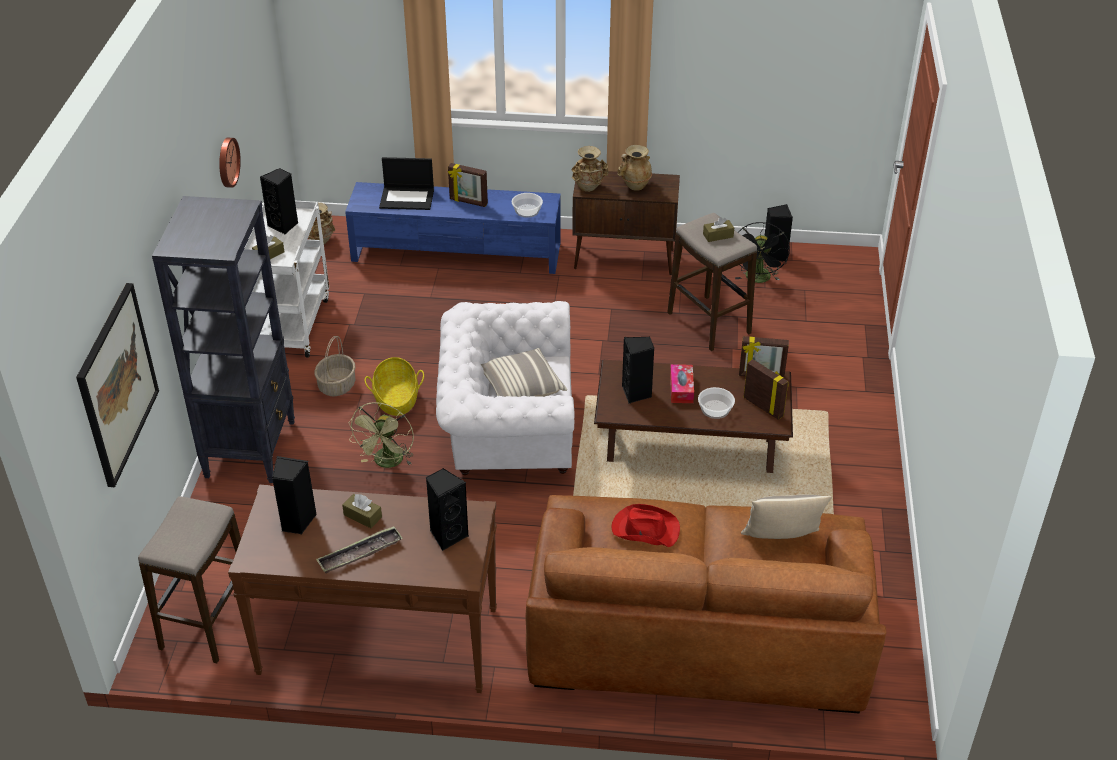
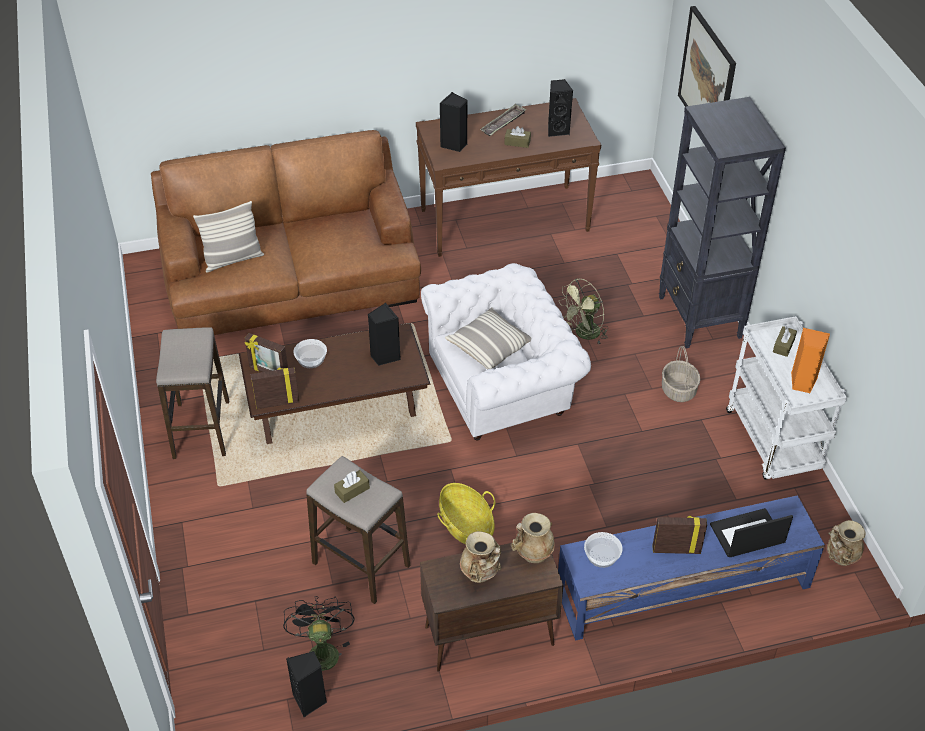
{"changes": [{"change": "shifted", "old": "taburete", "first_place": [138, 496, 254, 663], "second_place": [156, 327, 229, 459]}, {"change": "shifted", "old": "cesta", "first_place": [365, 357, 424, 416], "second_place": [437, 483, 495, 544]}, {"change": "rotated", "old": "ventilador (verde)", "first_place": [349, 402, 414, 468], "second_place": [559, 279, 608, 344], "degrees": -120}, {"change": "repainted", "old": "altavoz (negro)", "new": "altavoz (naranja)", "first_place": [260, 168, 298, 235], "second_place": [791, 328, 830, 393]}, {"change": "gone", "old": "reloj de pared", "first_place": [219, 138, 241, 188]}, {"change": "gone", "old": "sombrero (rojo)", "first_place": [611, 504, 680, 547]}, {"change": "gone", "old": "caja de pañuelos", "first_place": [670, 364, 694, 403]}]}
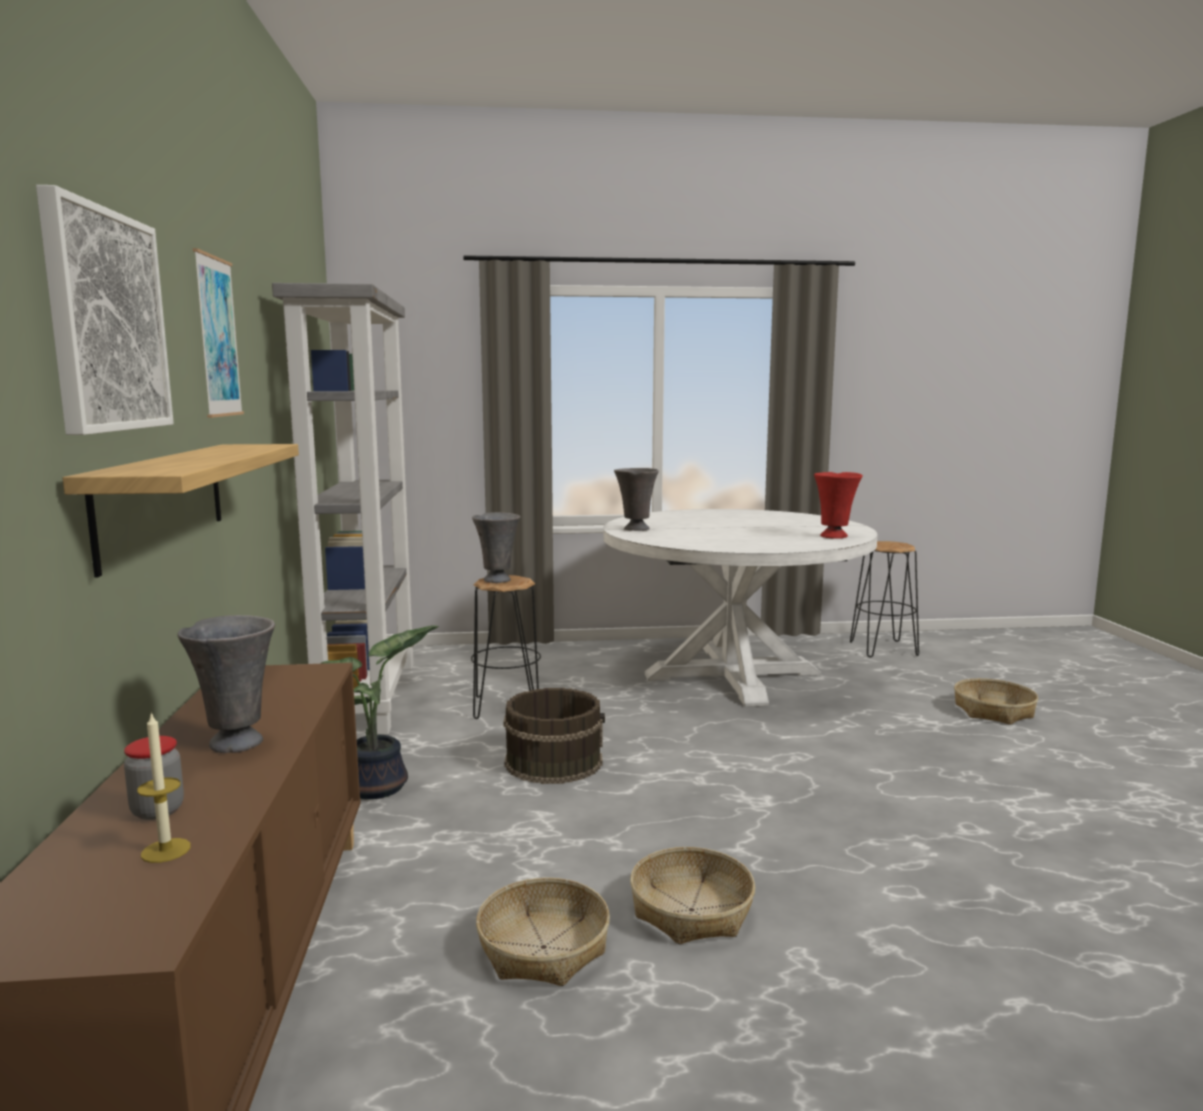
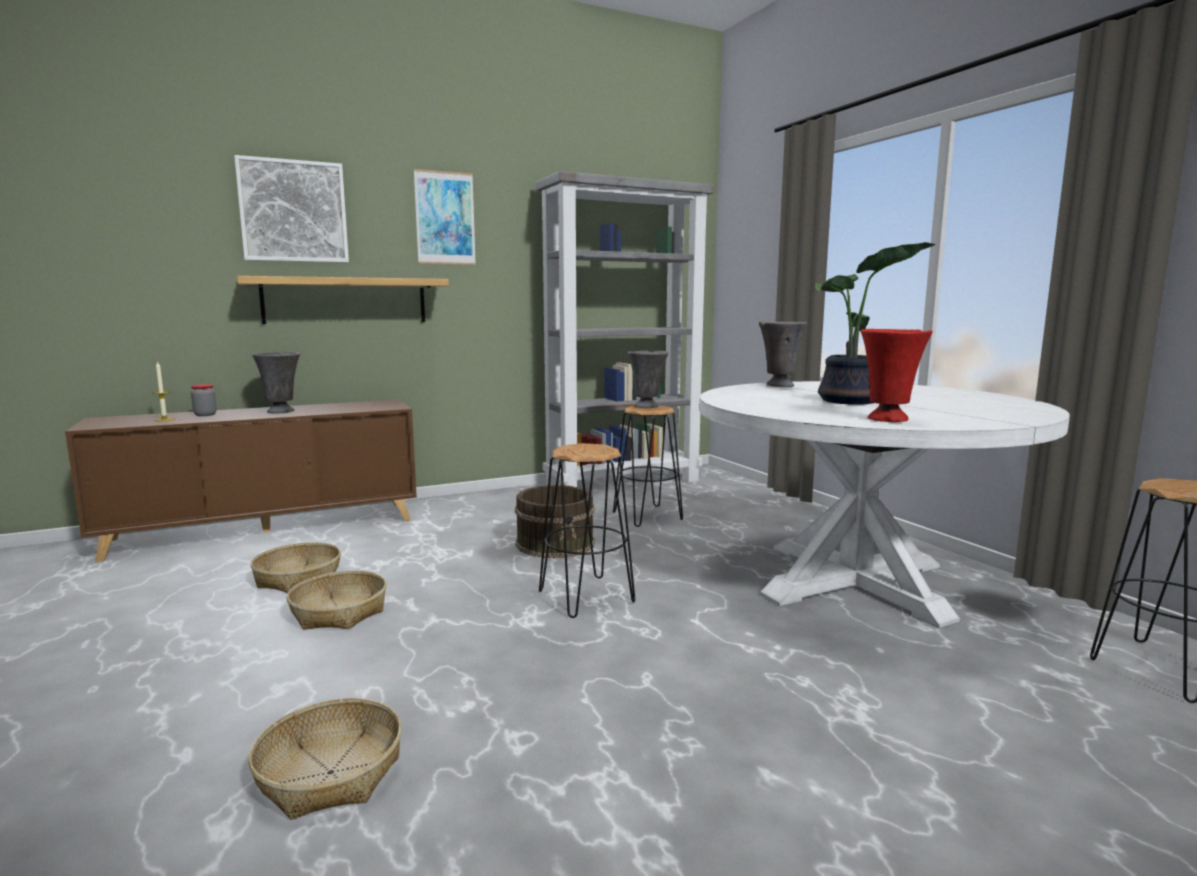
{"changes": [{"change": "shifted", "old": "cesta", "first_place": [954, 678, 1038, 725], "second_place": [248, 698, 402, 820]}, {"change": "new", "new": "taburete (negro)", "second_place": [539, 443, 635, 618]}, {"change": "shifted", "old": "planta en maceta", "first_place": [320, 625, 439, 799], "second_place": [815, 242, 936, 405]}]}
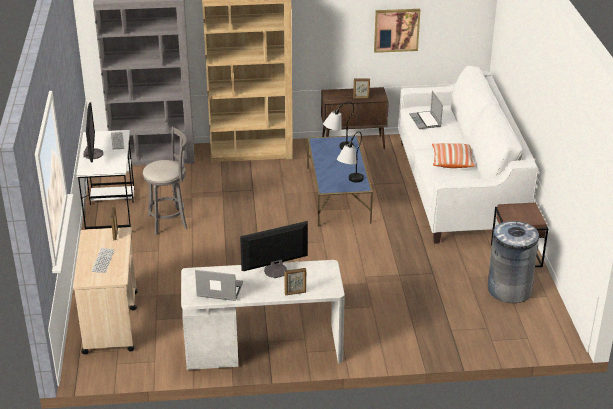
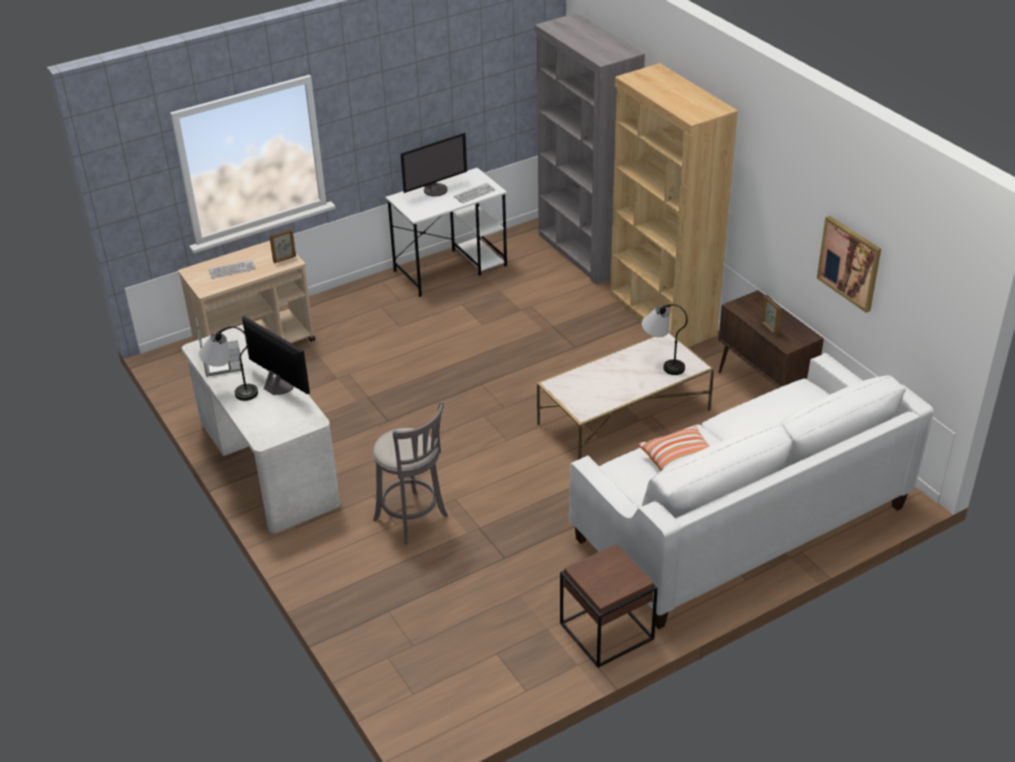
{"changes": [{"change": "shifted", "old": "lámpara de mesa", "first_place": [337, 131, 364, 183], "second_place": [199, 326, 258, 401]}, {"change": "shifted", "old": "taburete (gris)", "first_place": [143, 127, 188, 235], "second_place": [373, 401, 448, 544]}, {"change": "repainted", "old": "mesa de centro (azul)", "new": "mesa de centro (blanco)", "first_place": [307, 135, 373, 226], "second_place": [537, 331, 714, 459]}, {"change": "gone", "old": "portarretratos", "first_place": [285, 268, 306, 295]}, {"change": "gone", "old": "portátil", "first_place": [409, 91, 443, 129]}, {"change": "gone", "old": "papelera (gris)", "first_place": [488, 221, 539, 303]}]}
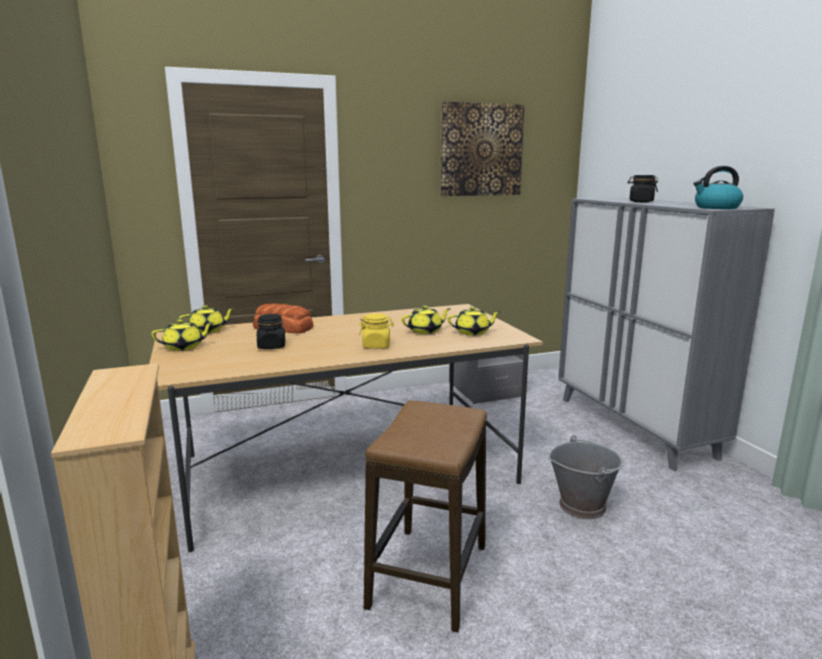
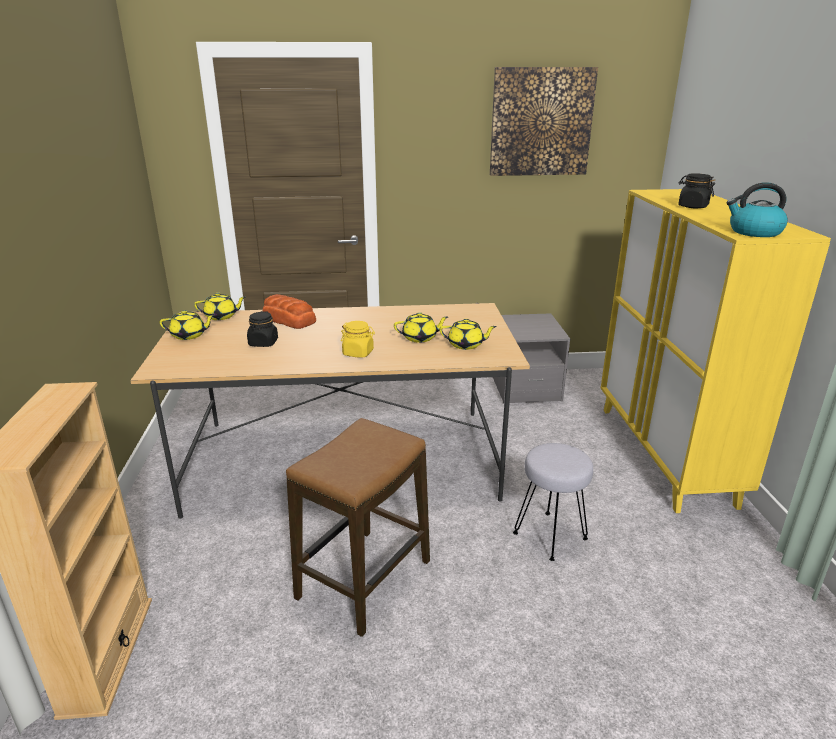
{"changes": [{"change": "swapped", "old": "cubo (gris)", "new": "taburete (gris)", "first_place": [548, 435, 624, 519], "second_place": [513, 443, 593, 561]}, {"change": "repainted", "old": "armario (gris)", "new": "armario (amarillo)", "first_place": [558, 197, 775, 471], "second_place": [601, 189, 831, 513]}]}
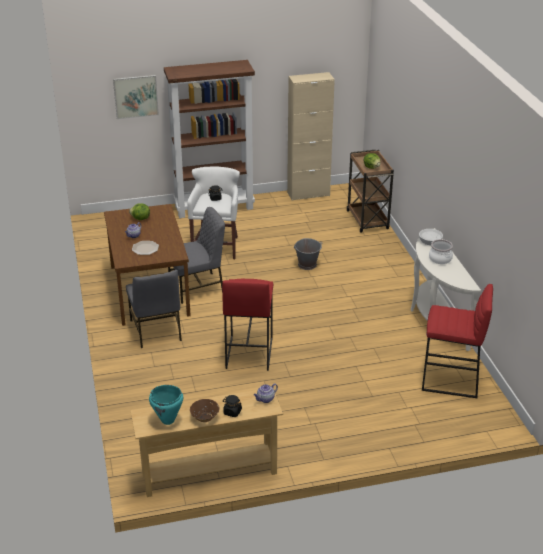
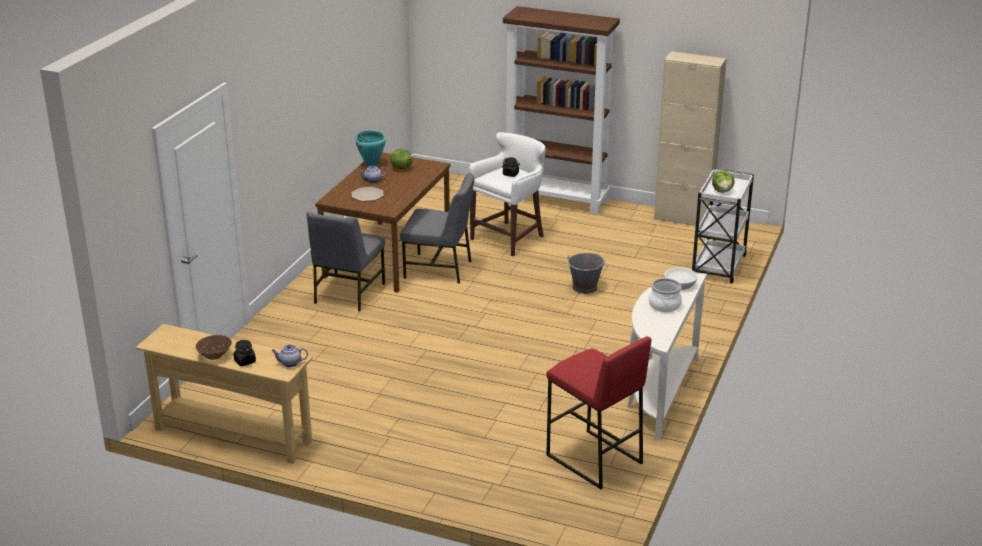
{"changes": [{"change": "shifted", "old": "olla (turquesa)", "first_place": [149, 385, 183, 425], "second_place": [356, 131, 386, 167]}, {"change": "repainted", "old": "carrito (marrón)", "new": "carrito (blanco)", "first_place": [347, 150, 394, 233], "second_place": [692, 168, 754, 283]}, {"change": "gone", "old": "cuadro", "first_place": [113, 75, 159, 119]}, {"change": "gone", "old": "taburete (rojo)", "first_place": [222, 279, 273, 371]}]}
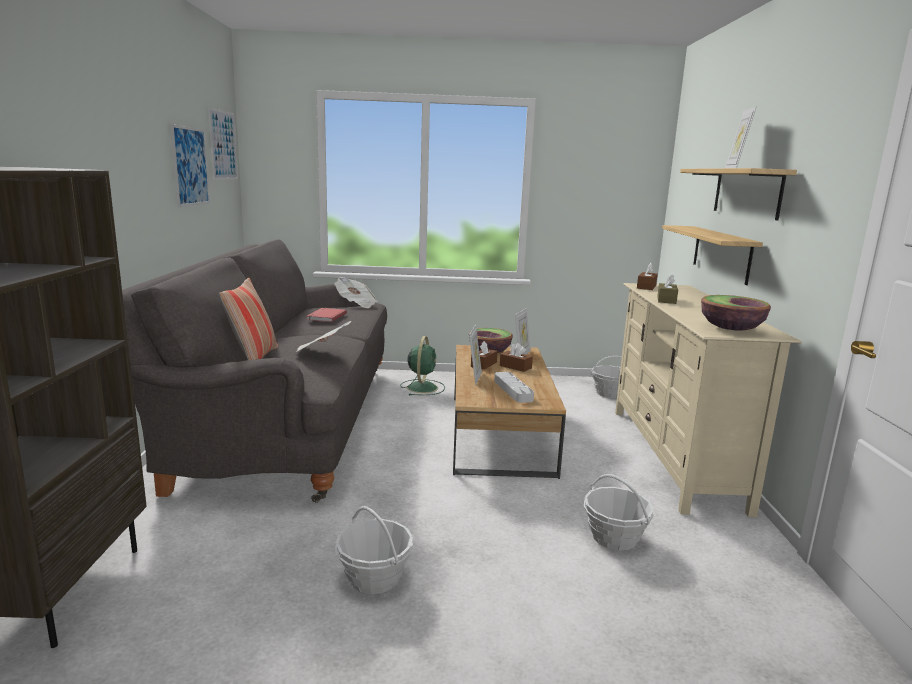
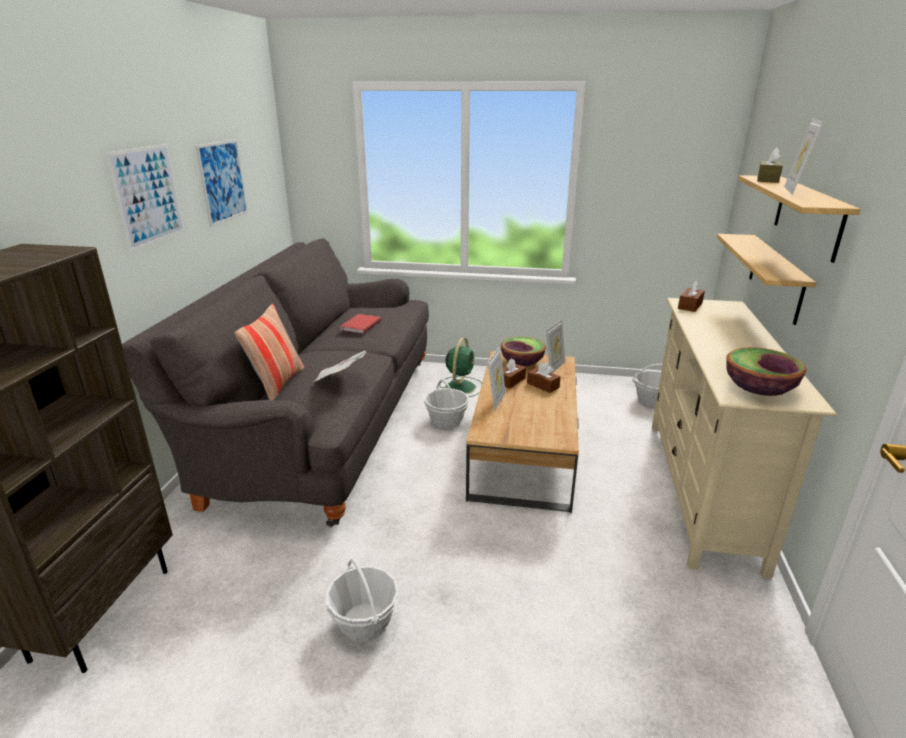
{"changes": [{"change": "shifted", "old": "cuadro", "first_place": [208, 107, 238, 180], "second_place": [106, 144, 185, 252]}, {"change": "shifted", "old": "cesta", "first_place": [584, 474, 654, 551], "second_place": [424, 379, 469, 428]}, {"change": "shifted", "old": "caja de pañuelos (marrón)", "first_place": [657, 273, 678, 304], "second_place": [757, 147, 783, 183]}, {"change": "gone", "old": "periódico", "first_place": [334, 277, 378, 308]}, {"change": "gone", "old": "bandeja (gris)", "first_place": [494, 372, 534, 403]}]}
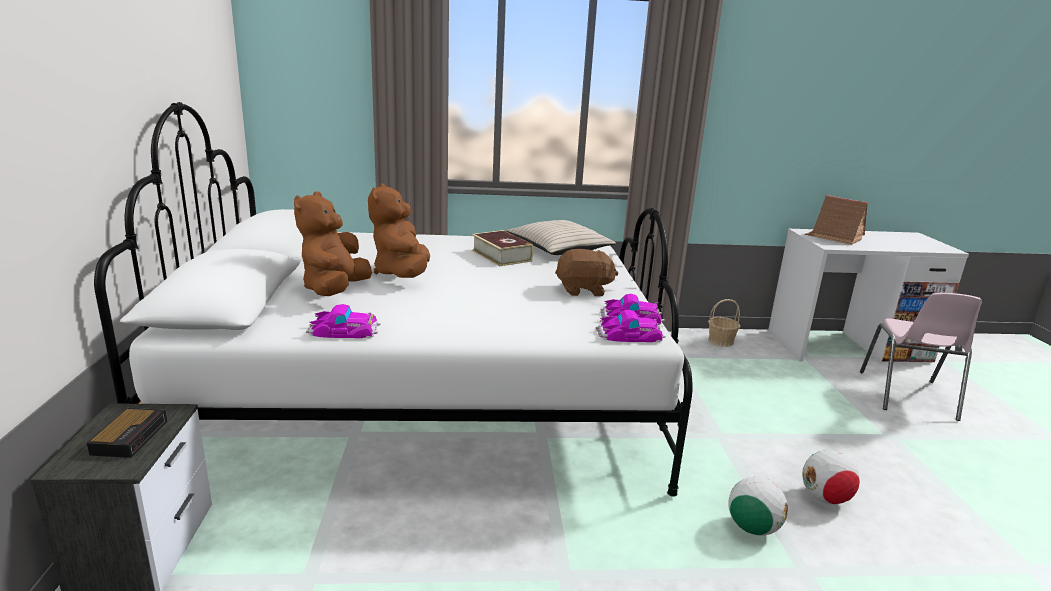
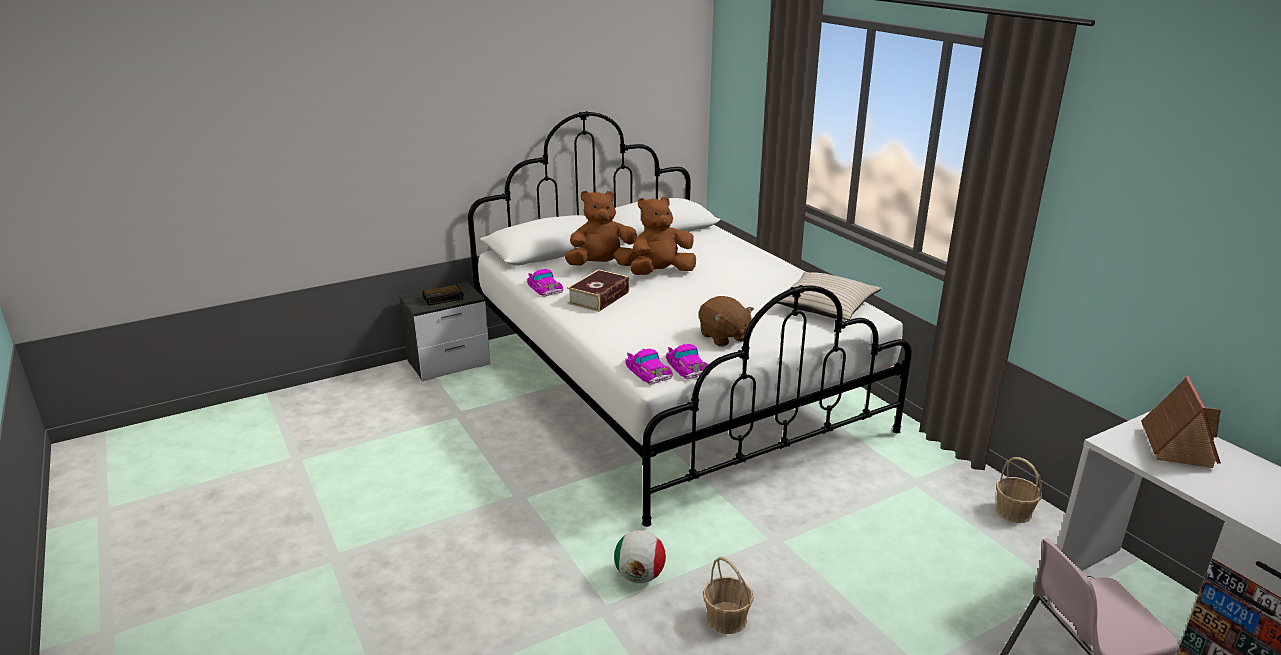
{"changes": [{"change": "shifted", "old": "libro", "first_place": [472, 230, 533, 266], "second_place": [567, 269, 630, 312]}, {"change": "swapped", "old": "balón de fútbol", "new": "cesta", "first_place": [802, 450, 860, 504], "second_place": [703, 557, 754, 634]}]}
